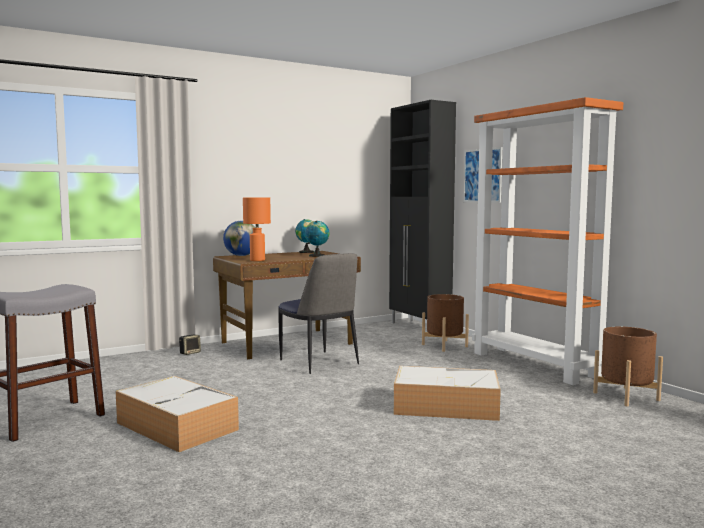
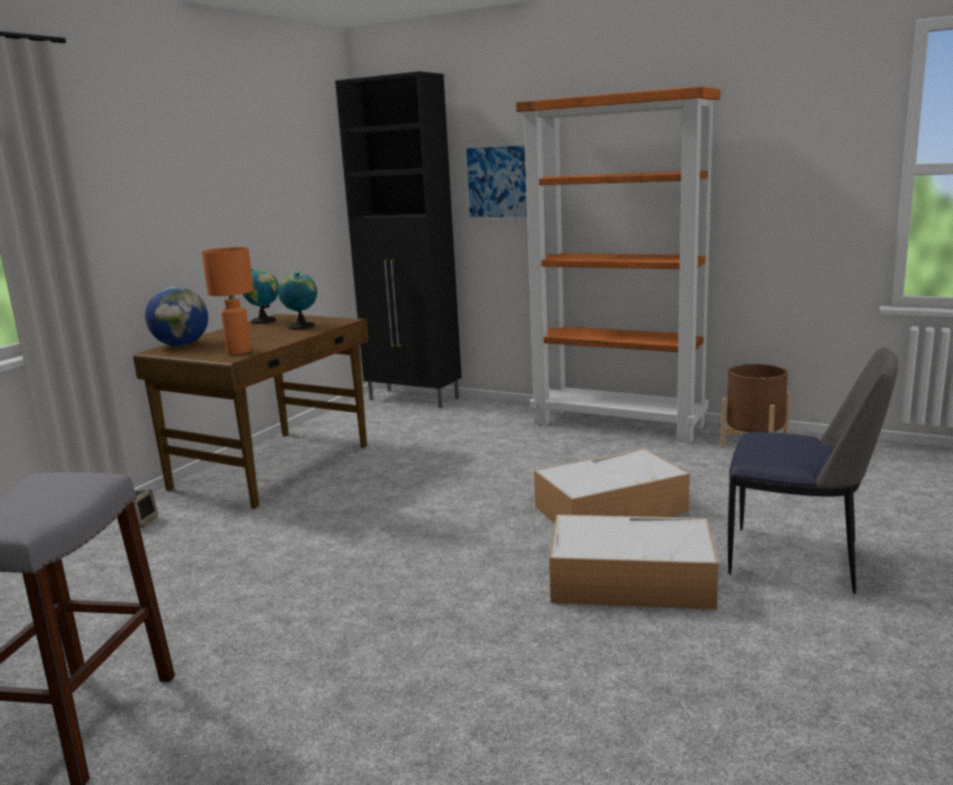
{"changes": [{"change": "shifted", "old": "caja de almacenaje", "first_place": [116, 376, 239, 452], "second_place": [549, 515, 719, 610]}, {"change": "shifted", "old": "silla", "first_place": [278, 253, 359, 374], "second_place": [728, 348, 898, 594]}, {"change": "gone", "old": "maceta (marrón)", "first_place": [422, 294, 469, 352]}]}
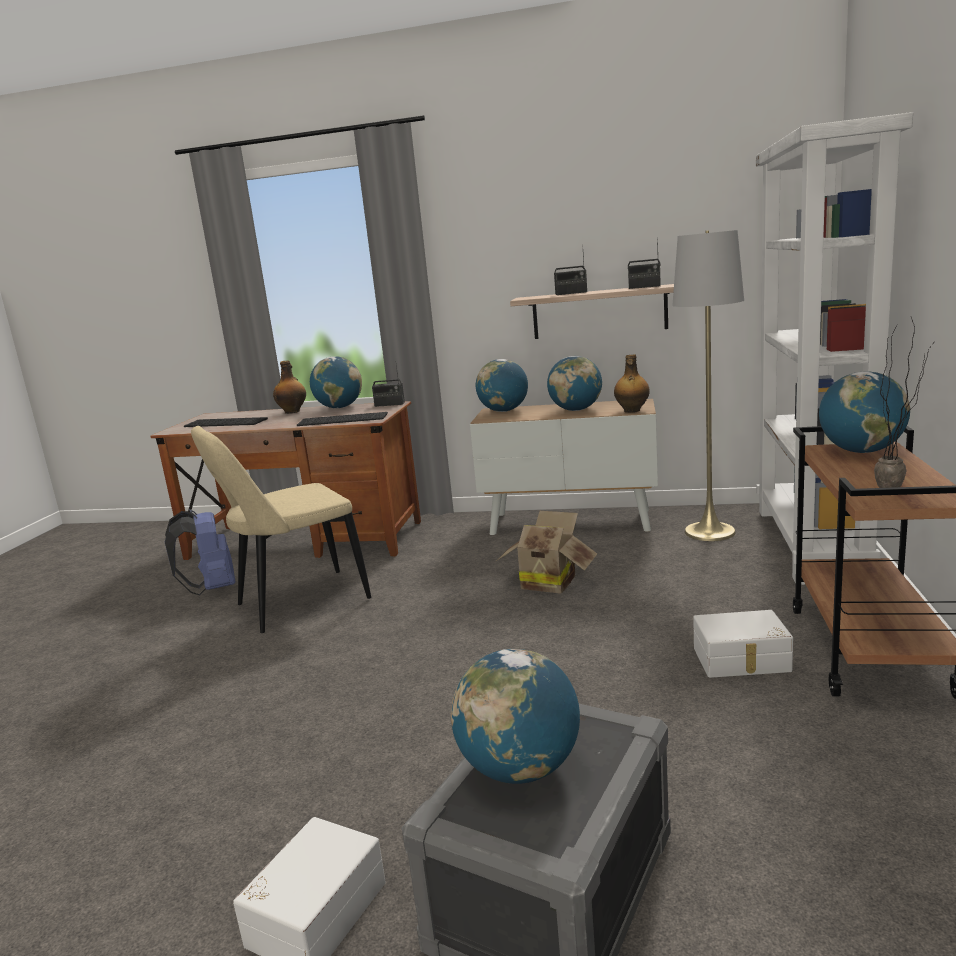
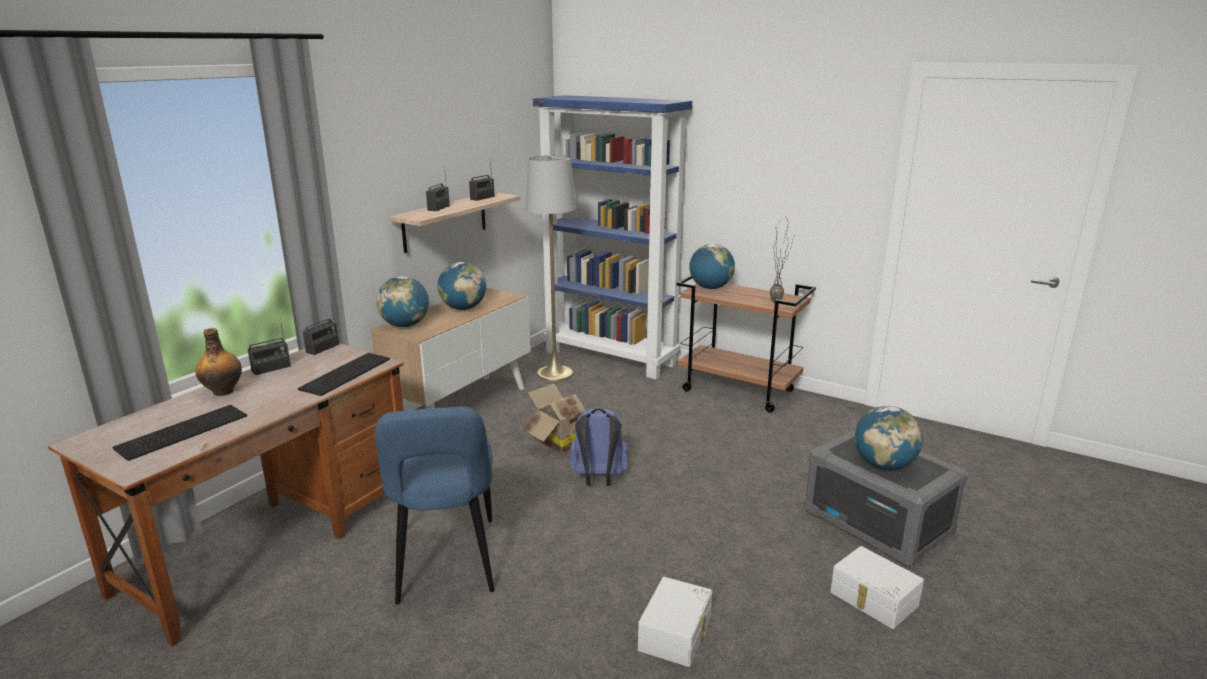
{"changes": [{"change": "swapped", "old": "globo terráqueo", "new": "radio", "first_place": [310, 356, 362, 408], "second_place": [248, 318, 291, 375]}, {"change": "repainted", "old": "silla (beis)", "new": "silla (azul)", "first_place": [191, 426, 371, 633], "second_place": [374, 407, 494, 605]}, {"change": "repainted", "old": "estantería (blanco)", "new": "estantería (azul)", "first_place": [756, 112, 913, 585], "second_place": [533, 95, 692, 379]}, {"change": "shifted", "old": "mochila (azul)", "first_place": [165, 509, 235, 595], "second_place": [570, 408, 628, 486]}, {"change": "shifted", "old": "caja de almacenaje (blanco)", "first_place": [693, 610, 793, 678], "second_place": [638, 577, 712, 667]}, {"change": "gone", "old": "botella", "first_place": [614, 354, 650, 413]}]}
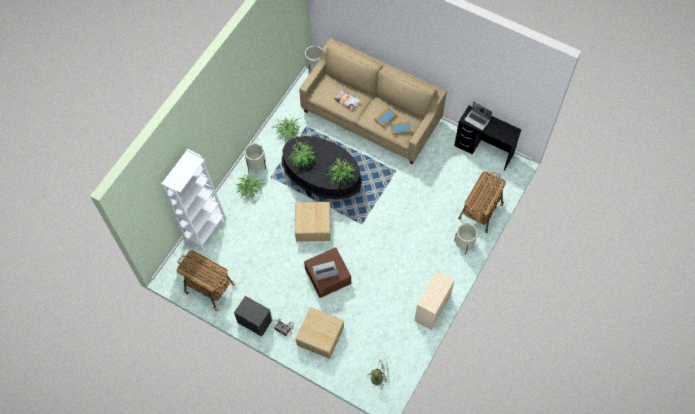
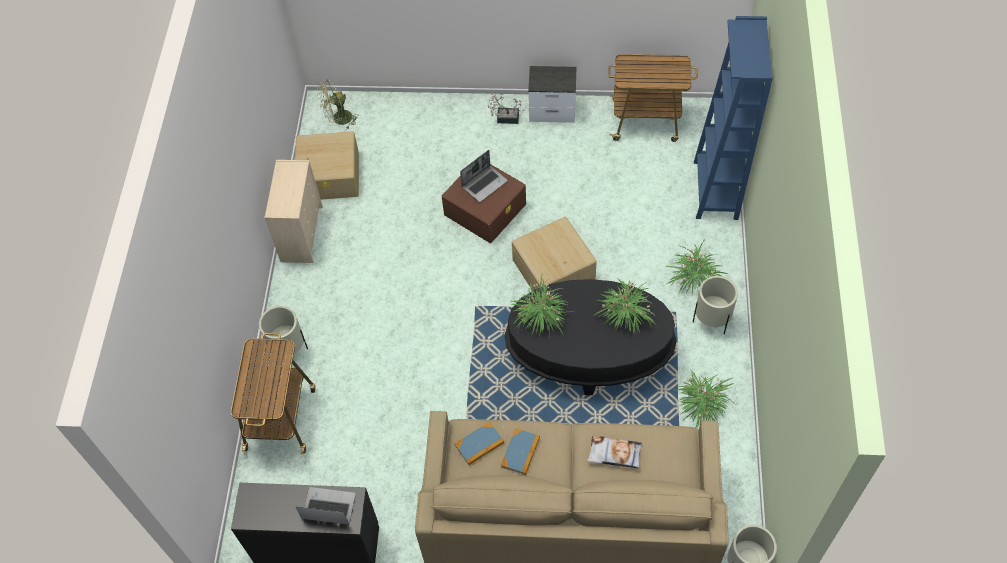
{"changes": [{"change": "shifted", "old": "caja de almacenaje (beis)", "first_place": [296, 307, 344, 359], "second_place": [295, 131, 359, 199]}, {"change": "repainted", "old": "estantería (blanco)", "new": "estantería (azul)", "first_place": [161, 149, 227, 251], "second_place": [694, 16, 773, 220]}]}
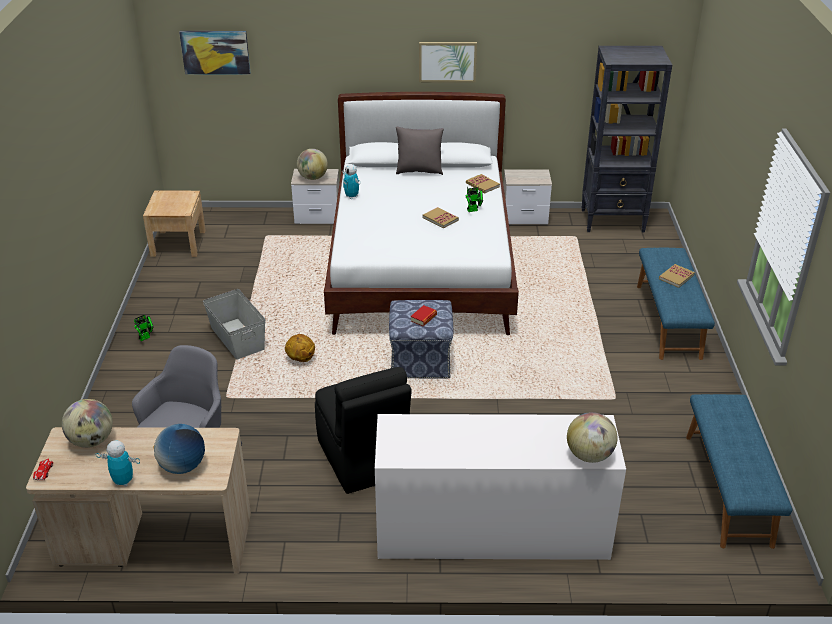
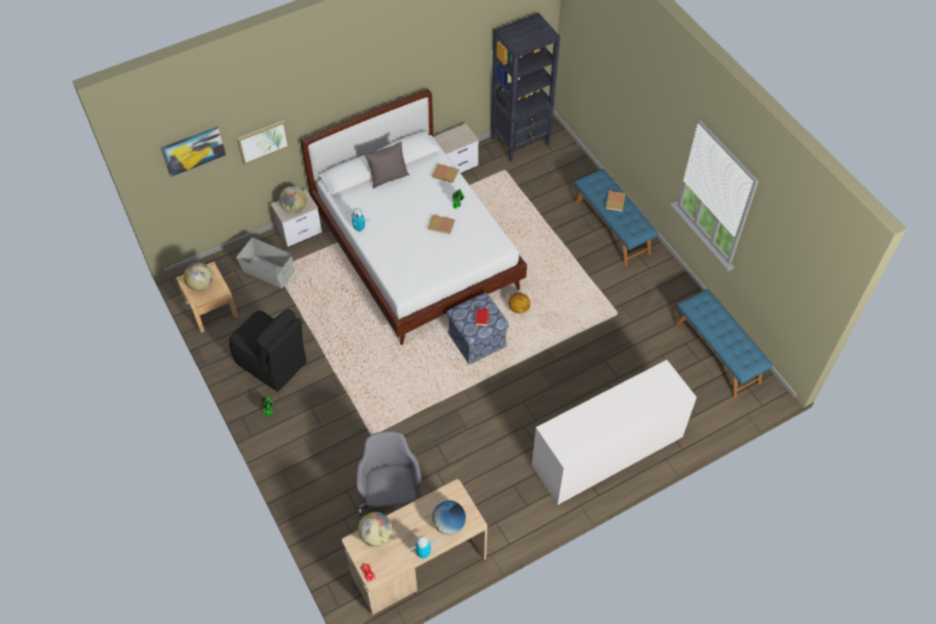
{"changes": [{"change": "shifted", "old": "globo terráqueo", "first_place": [567, 412, 617, 463], "second_place": [184, 263, 213, 291]}, {"change": "shifted", "old": "silla (negro)", "first_place": [315, 367, 412, 494], "second_place": [229, 309, 307, 392]}, {"change": "shifted", "old": "caja de almacenaje (gris)", "first_place": [203, 289, 266, 359], "second_place": [236, 237, 294, 288]}, {"change": "shifted", "old": "cuadro", "first_place": [419, 42, 477, 82], "second_place": [237, 120, 290, 165]}, {"change": "shifted", "old": "balón de baloncesto", "first_place": [285, 334, 315, 362], "second_place": [508, 293, 530, 313]}]}
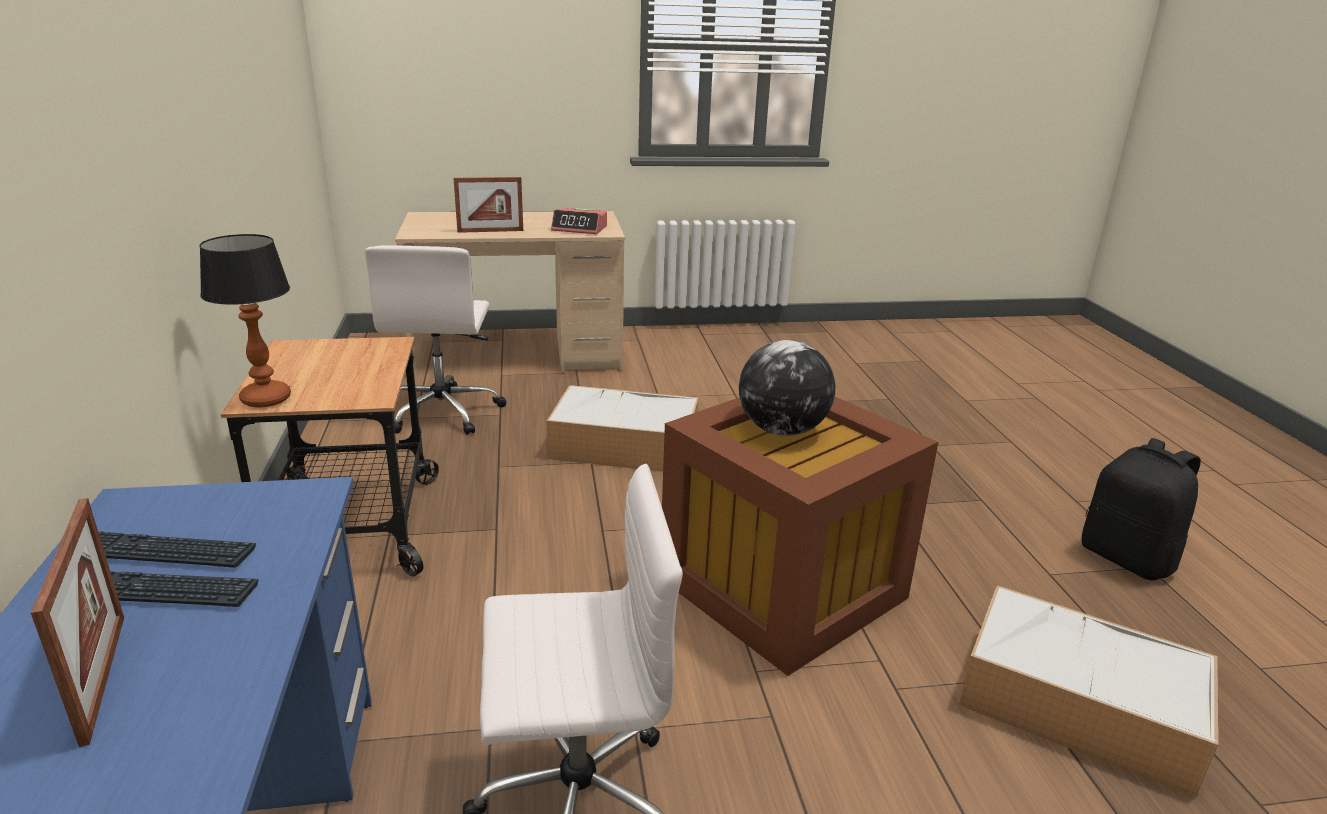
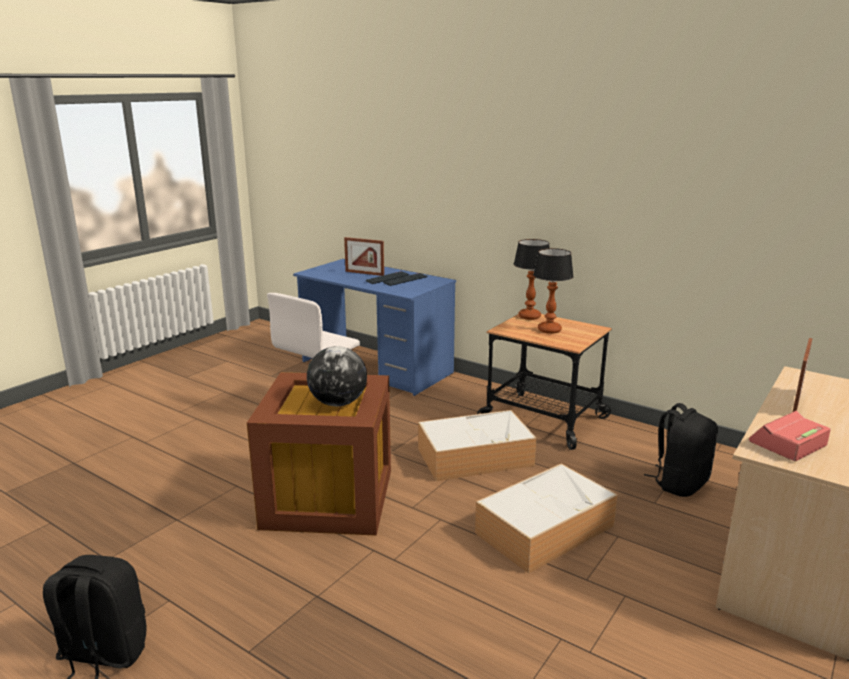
{"changes": [{"change": "shifted", "old": "caja de almacenaje", "first_place": [959, 585, 1218, 798], "second_place": [418, 410, 536, 481]}, {"change": "new", "new": "lámpara de mesa", "second_place": [533, 248, 574, 334]}, {"change": "swapped", "old": "silla de oficina (blanco)", "new": "mochila (negro)", "first_place": [365, 245, 507, 435], "second_place": [644, 403, 718, 497]}]}
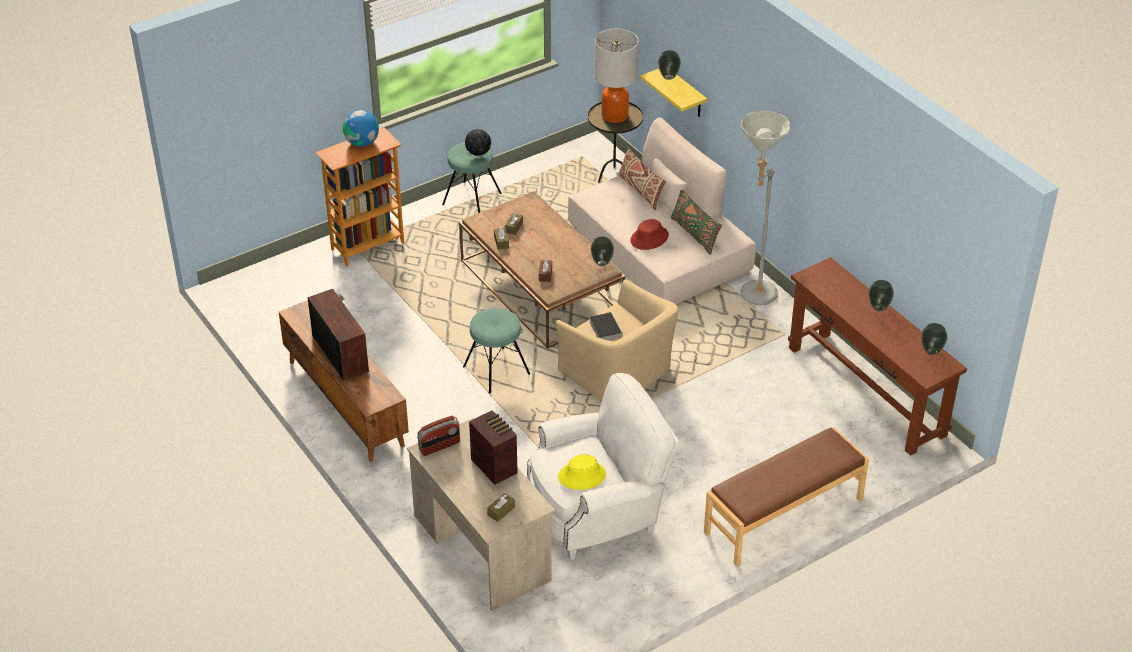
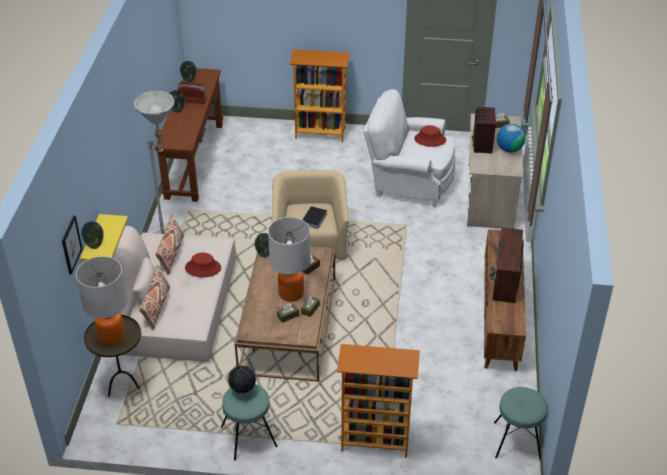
{"changes": [{"change": "new", "new": "cuadro", "second_place": [62, 215, 83, 274]}, {"change": "repainted", "old": "cojín (verde)", "new": "cojín (beis)", "first_place": [671, 189, 722, 255], "second_place": [155, 215, 184, 274]}, {"change": "shifted", "old": "radio", "first_place": [417, 416, 460, 456], "second_place": [177, 82, 206, 104]}, {"change": "new", "new": "lámpara de mesa", "second_place": [268, 217, 311, 302]}, {"change": "swapped", "old": "banco (marrón)", "new": "estantería", "first_place": [704, 427, 869, 567], "second_place": [289, 49, 350, 142]}, {"change": "repainted", "old": "sombrero (amarillo)", "new": "sombrero (rojo)", "first_place": [558, 454, 606, 490], "second_place": [414, 125, 446, 147]}, {"change": "shifted", "old": "taburete (turquesa)", "first_place": [463, 308, 530, 394], "second_place": [494, 387, 548, 460]}, {"change": "shifted", "old": "globo terráqueo", "first_place": [343, 110, 379, 147], "second_place": [497, 124, 526, 153]}]}
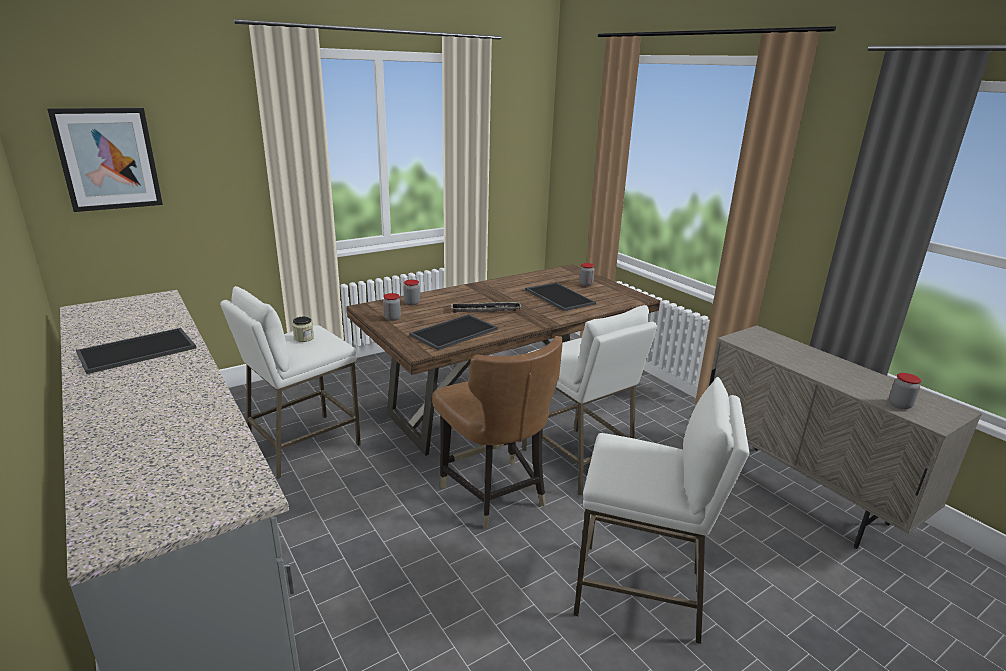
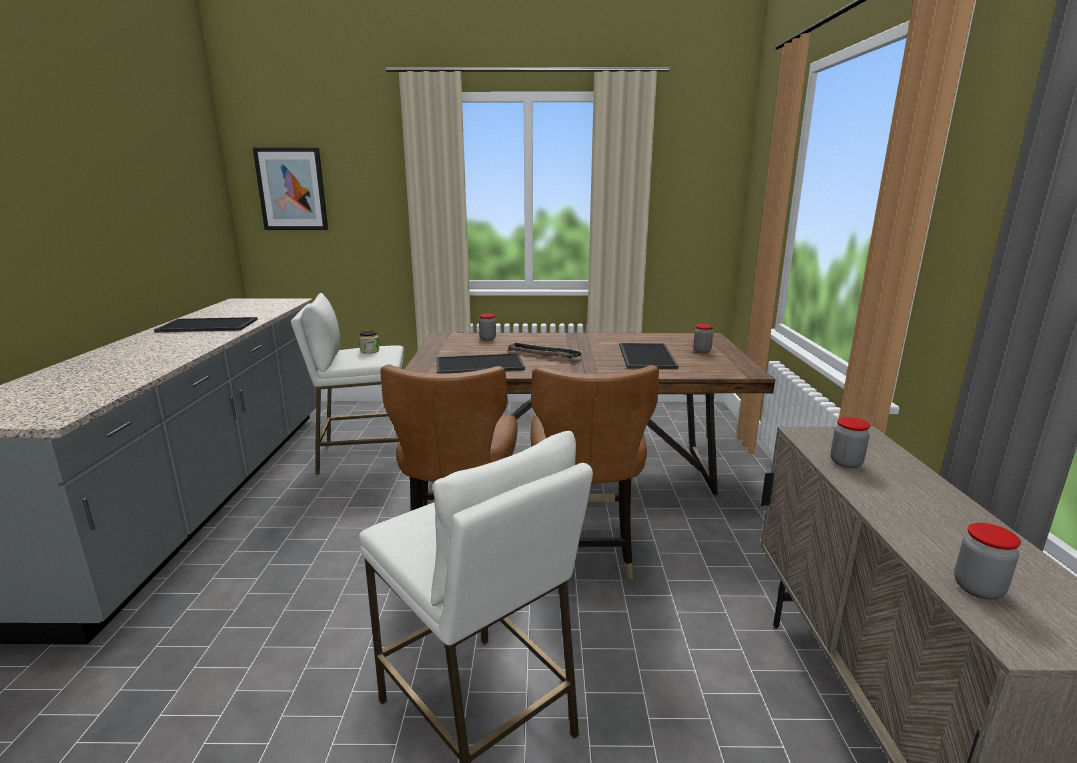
{"changes": [{"change": "swapped", "old": "taburete (blanco)", "new": "silla (marrón)", "first_place": [522, 305, 657, 496], "second_place": [531, 365, 659, 580]}, {"change": "shifted", "old": "tarro", "first_place": [383, 293, 401, 321], "second_place": [830, 417, 870, 468]}]}
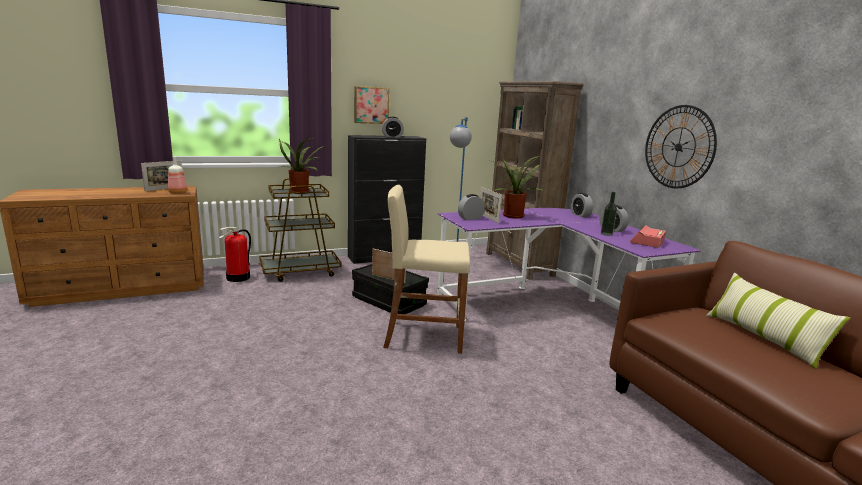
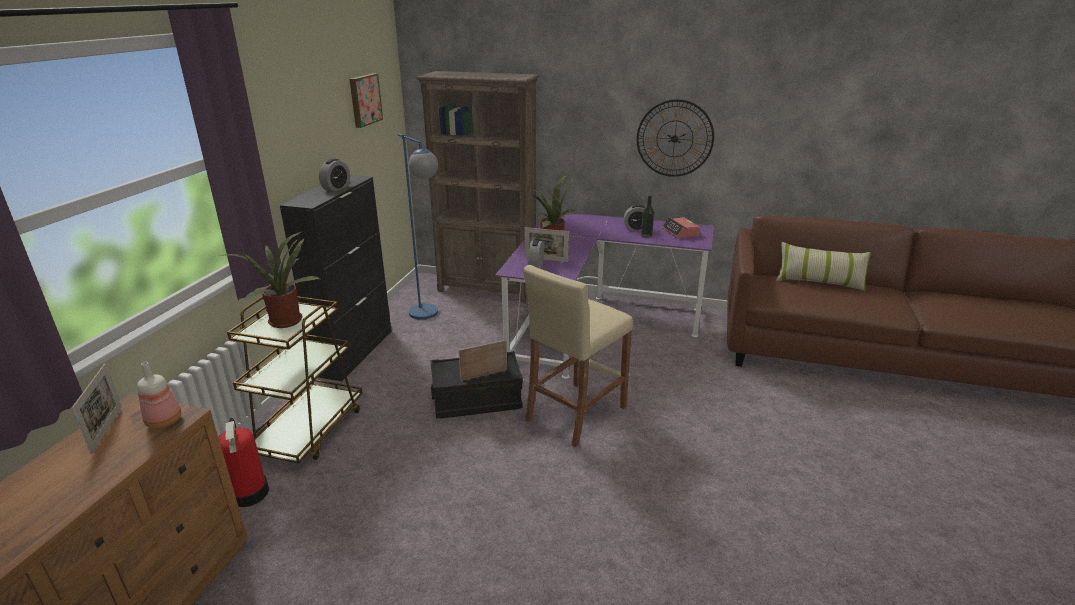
{"changes": [{"change": "shifted", "old": "cuadro", "first_place": [354, 86, 390, 124], "second_place": [350, 73, 383, 128]}, {"change": "gone", "old": "despertador", "first_place": [571, 193, 593, 217]}]}
